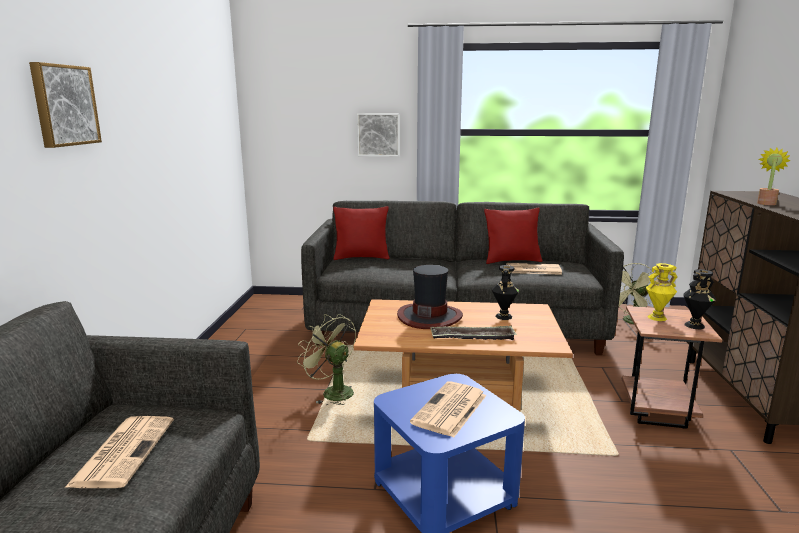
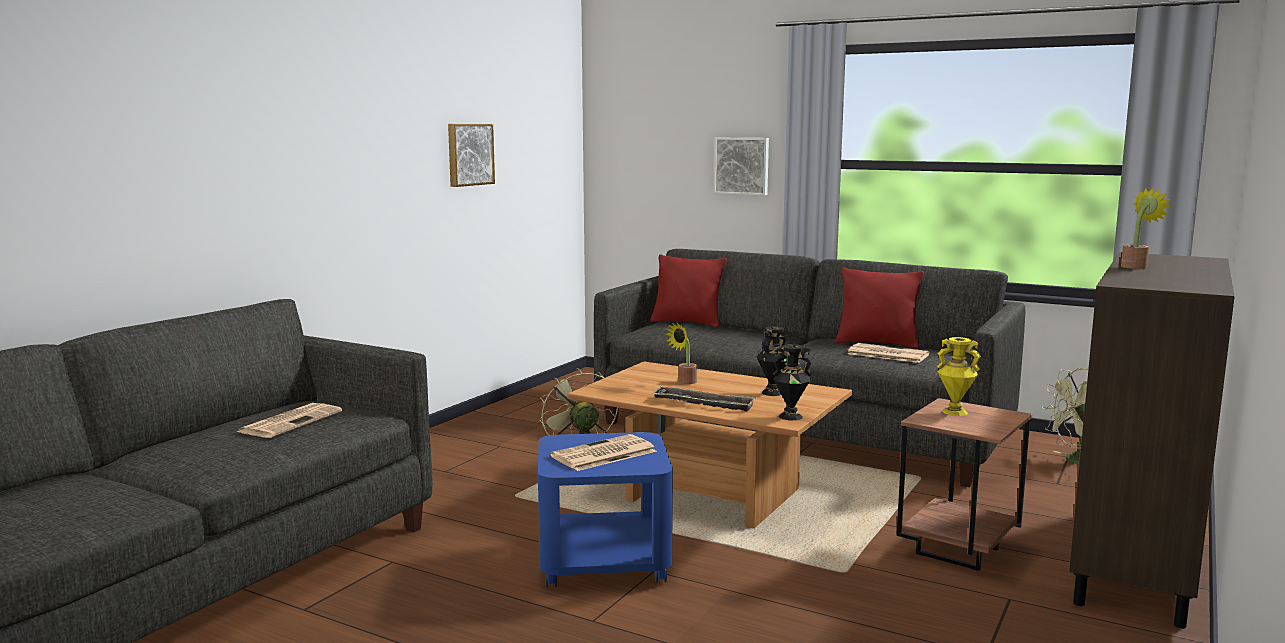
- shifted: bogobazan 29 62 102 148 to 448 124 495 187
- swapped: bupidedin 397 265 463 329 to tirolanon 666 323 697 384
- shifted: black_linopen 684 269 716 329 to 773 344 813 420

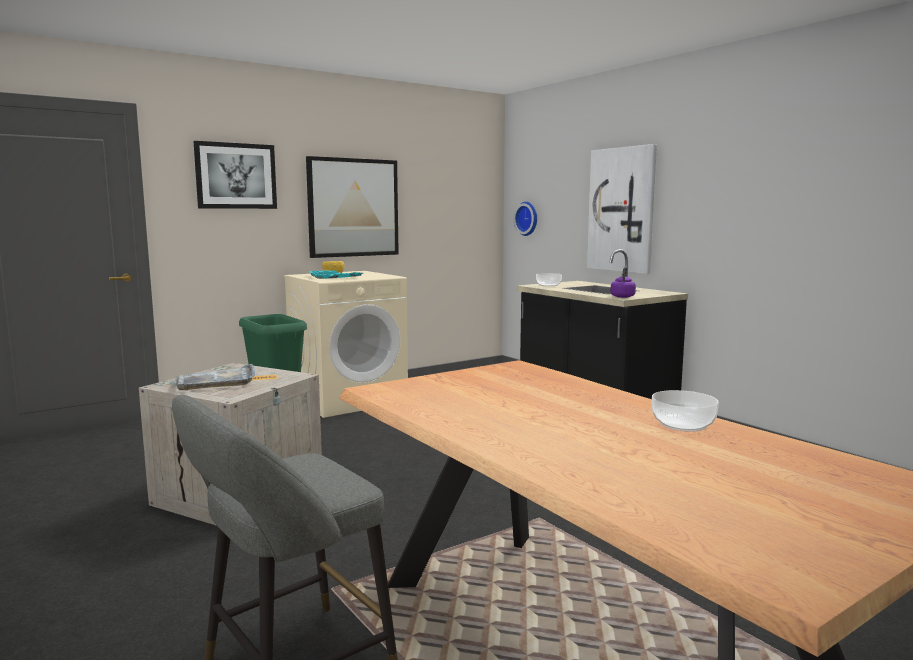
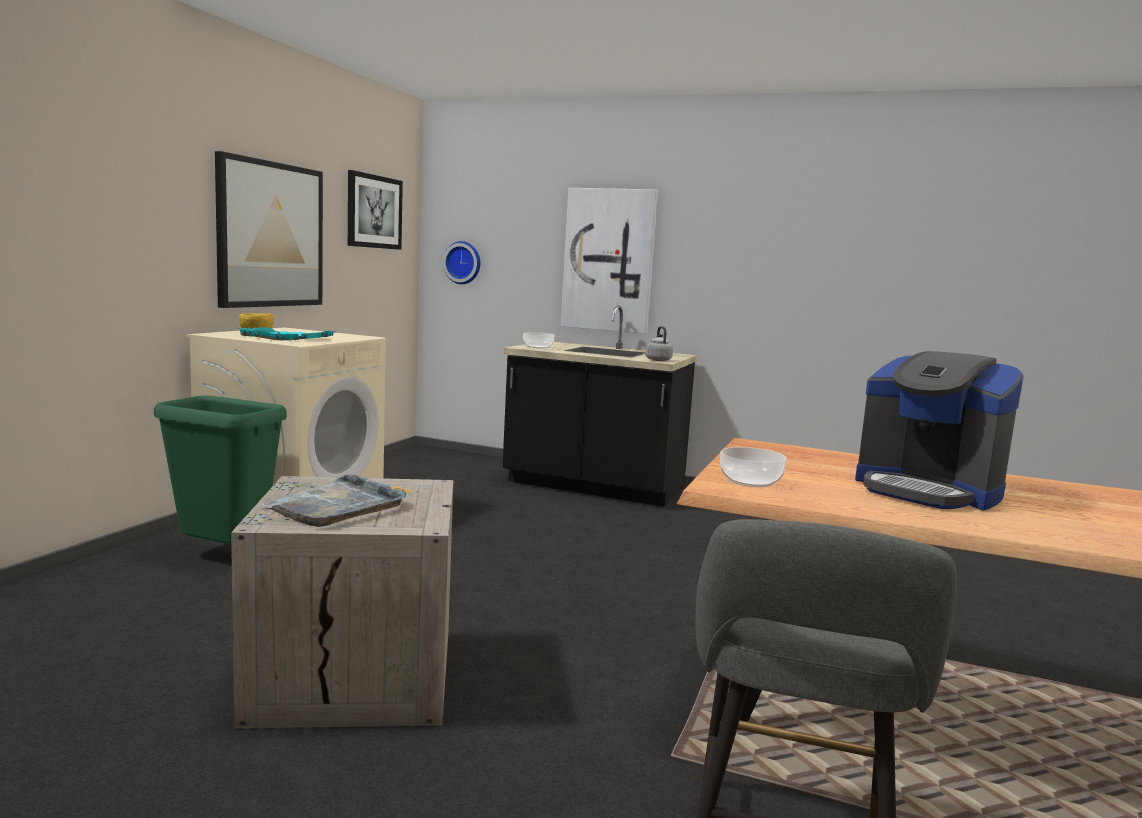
- shifted: bogobazan 193 141 277 209 to 348 170 403 250
- repainted: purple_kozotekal 610 267 636 298 to grey_kozotekal 645 326 673 361
- shifted: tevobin 652 390 719 432 to 720 447 787 487
- new: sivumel 855 351 1024 511

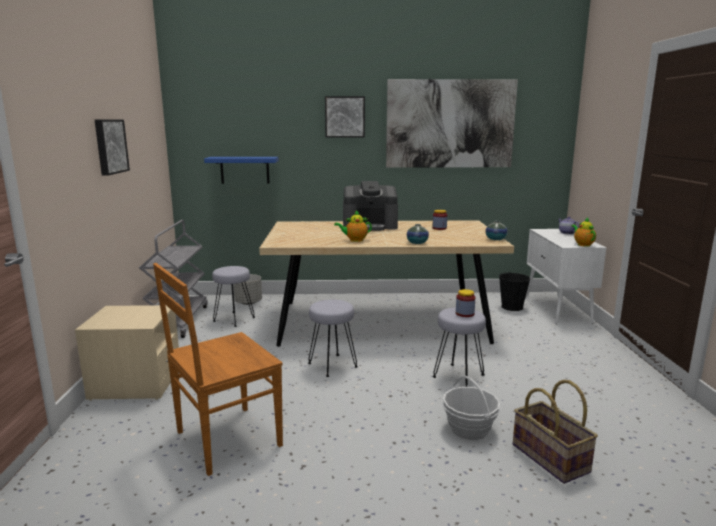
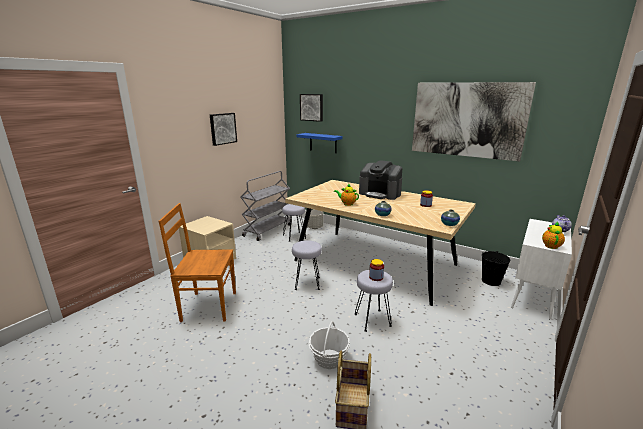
- shifted: bogobazan 325 96 365 138 to 300 94 323 122

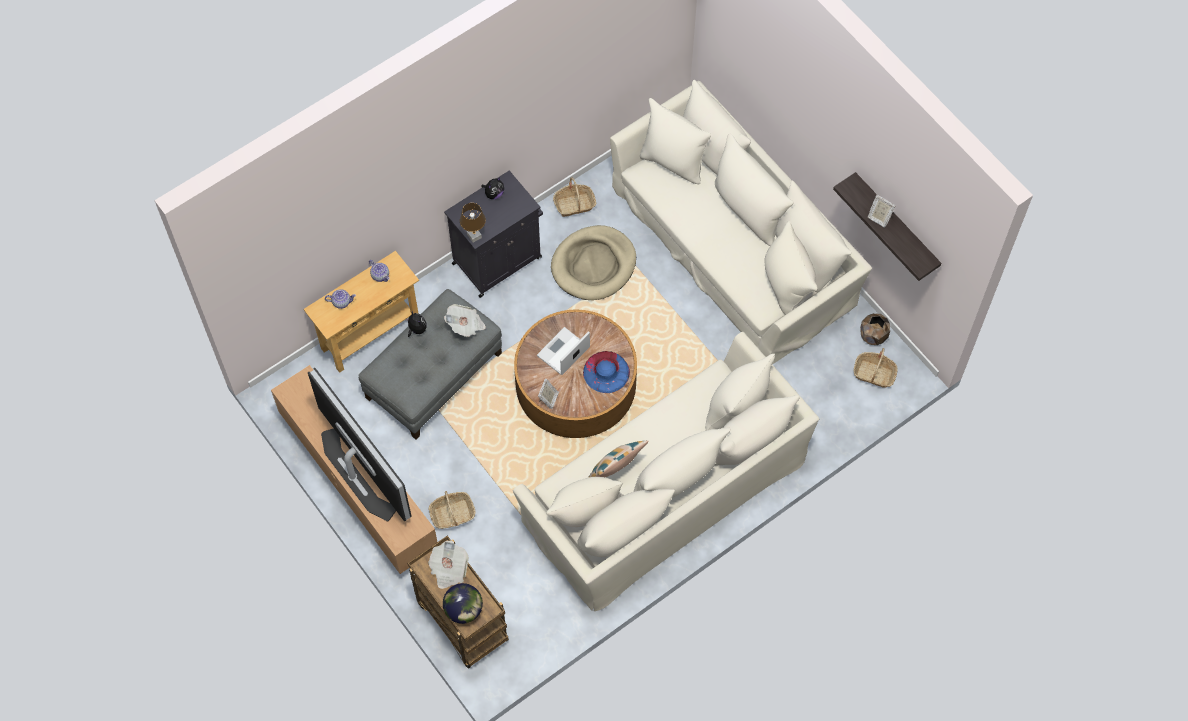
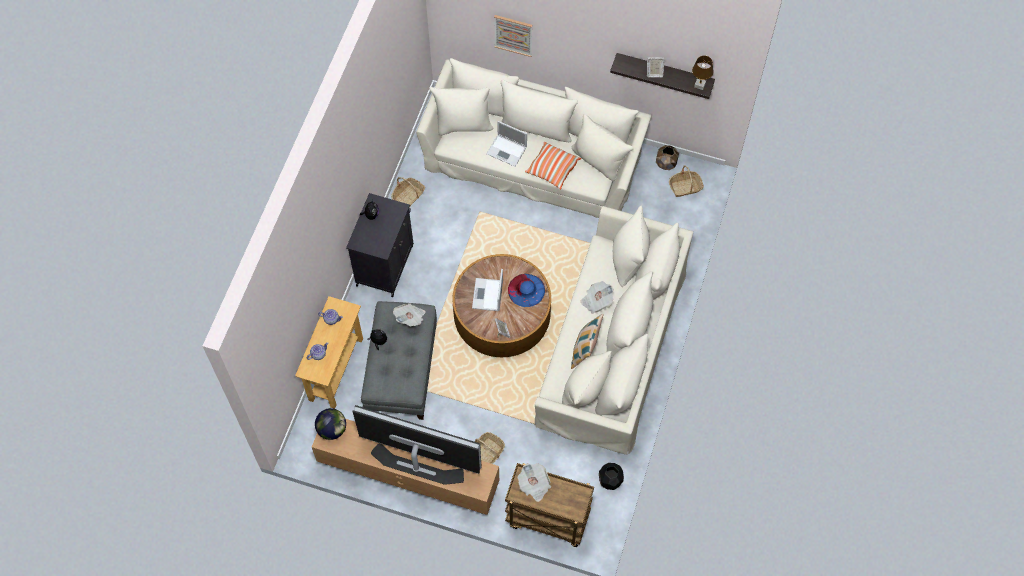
- shifted: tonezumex 443 583 483 624 to 315 408 346 440
- shifted: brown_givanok 460 203 486 243 to 692 56 714 90
- gone: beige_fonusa 551 225 636 300
- new: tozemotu 486 121 527 167
- new: bogobazan 494 15 532 57
- new: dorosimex 525 142 581 189
- new: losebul 581 281 614 314
- new: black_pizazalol 599 463 624 490

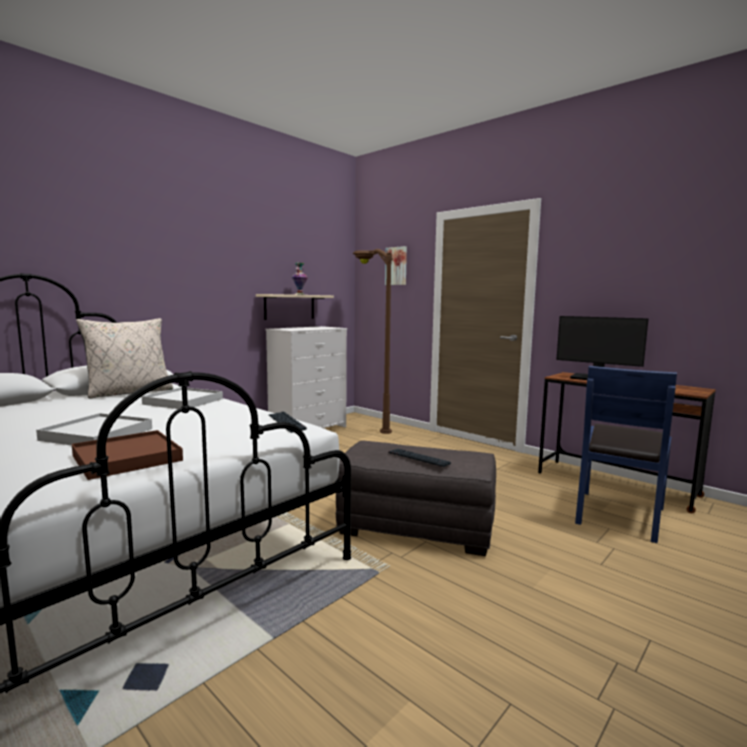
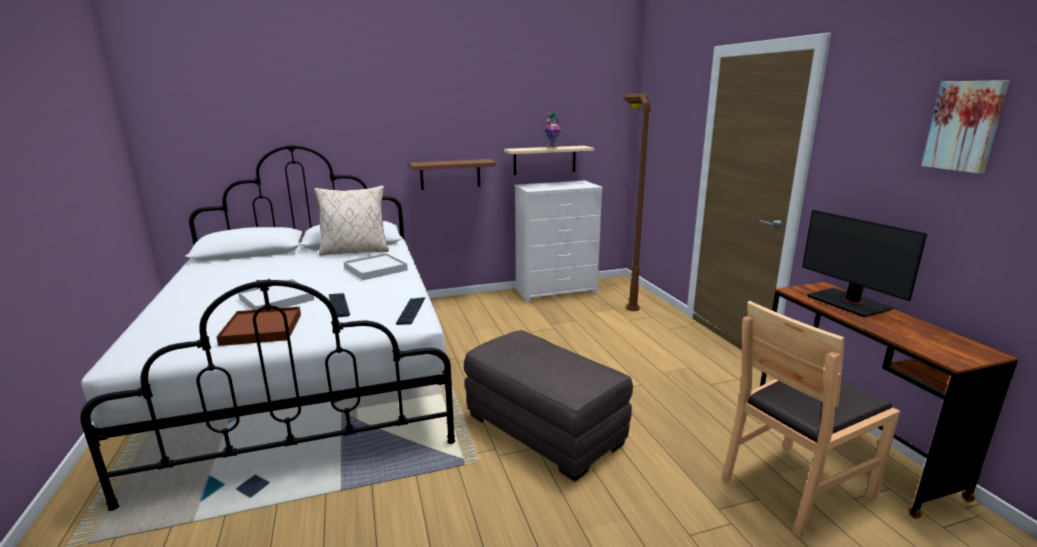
- shifted: bogobazan 385 246 407 285 to 922 80 1010 173
- shifted: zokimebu 388 449 451 467 to 329 293 350 317
- repainted: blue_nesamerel 575 366 677 543 to brown_nesamerel 721 301 900 538
- new: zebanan 409 159 496 190

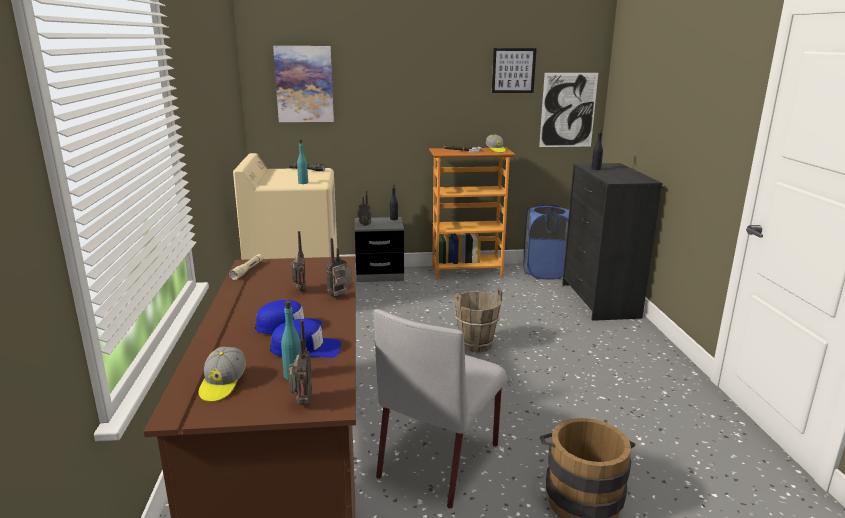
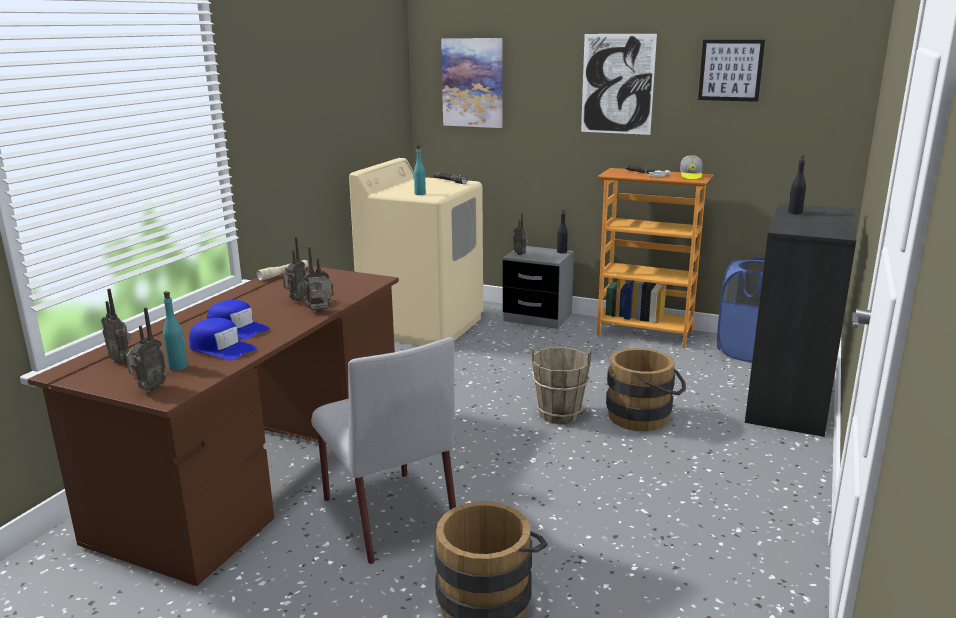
- swapped: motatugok 199 347 246 402 to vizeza 101 289 131 364
- rotated: grey_nesamerel 374 309 507 509 = 311 338 456 564 90 degrees counterclockwise
- shifted: bogobazan 539 73 598 147 to 581 34 657 135
- new: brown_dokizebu 606 348 686 431

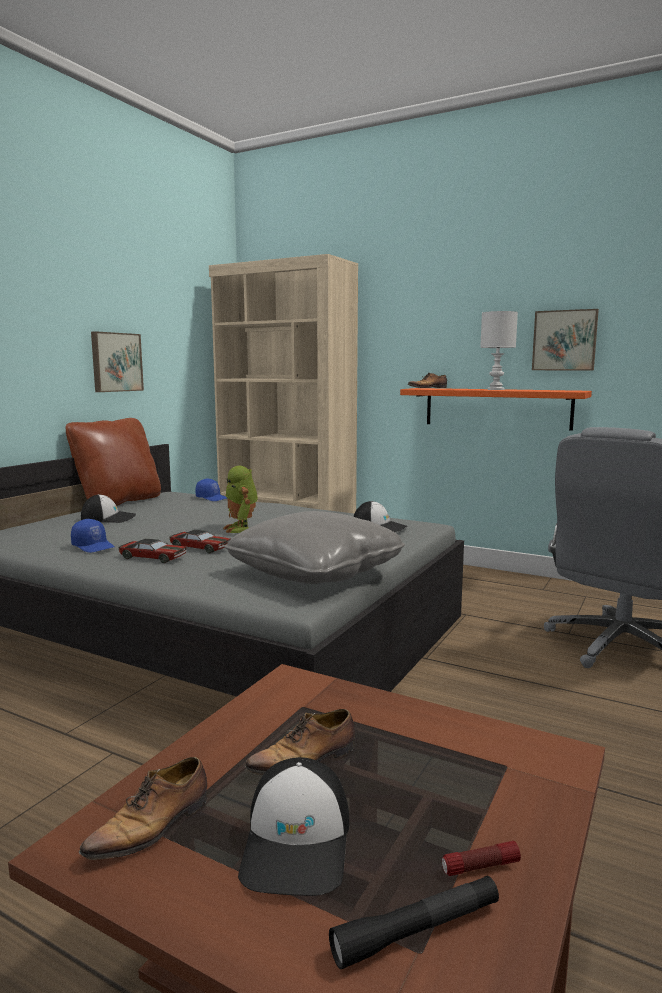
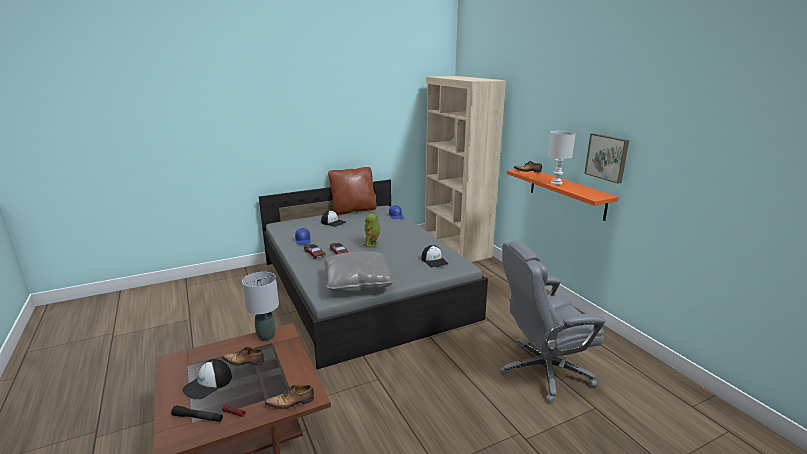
- shifted: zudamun 79 757 207 860 to 265 385 314 409
- gone: bogobazan 91 331 144 392
- new: grey_givanok 242 272 279 341

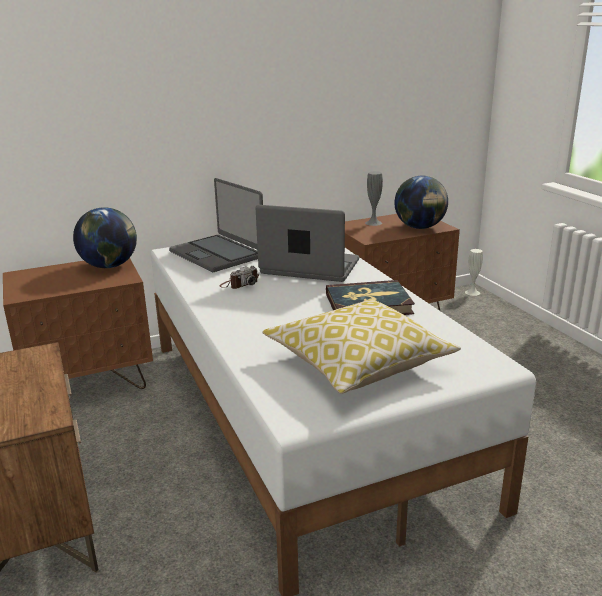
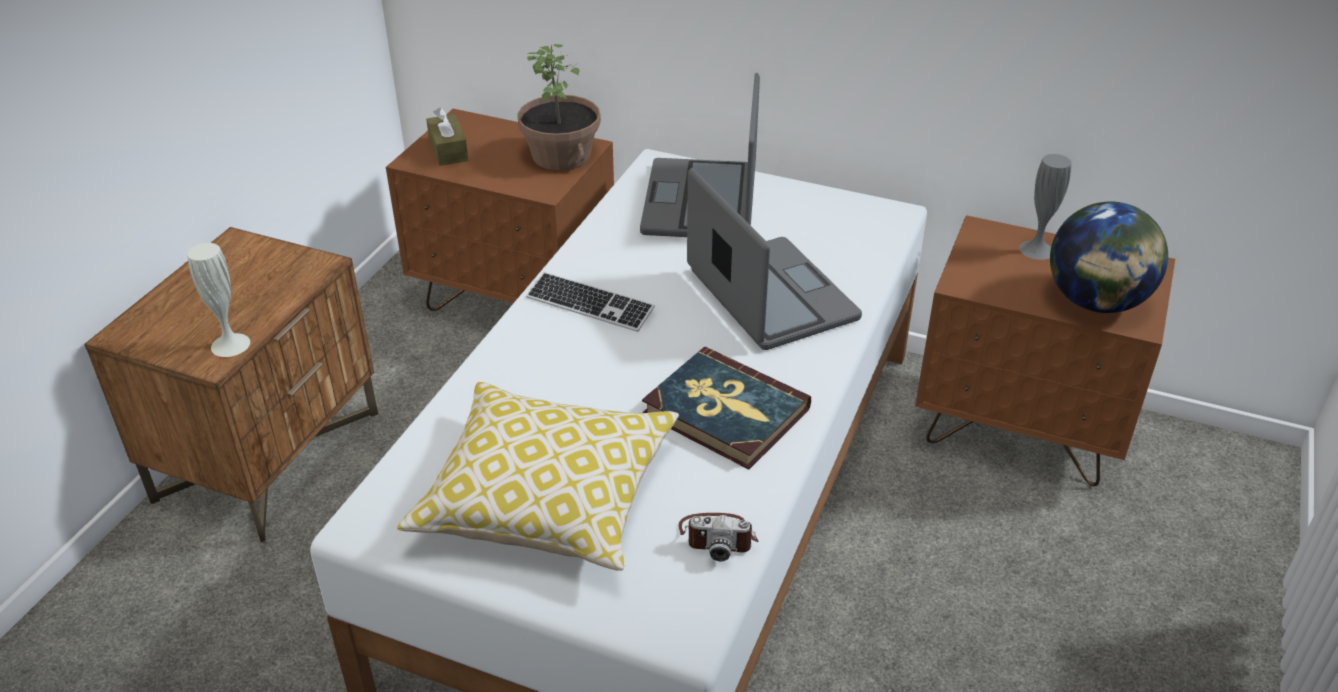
- swapped: tonezumex 73 207 137 268 to tirolanon 517 44 601 171
- shifted: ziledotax 220 266 259 289 to 679 513 758 561
- shifted: white_linopen 465 249 483 296 to 187 243 250 357
- new: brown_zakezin 426 107 468 166
- new: zokimebu 526 272 655 332

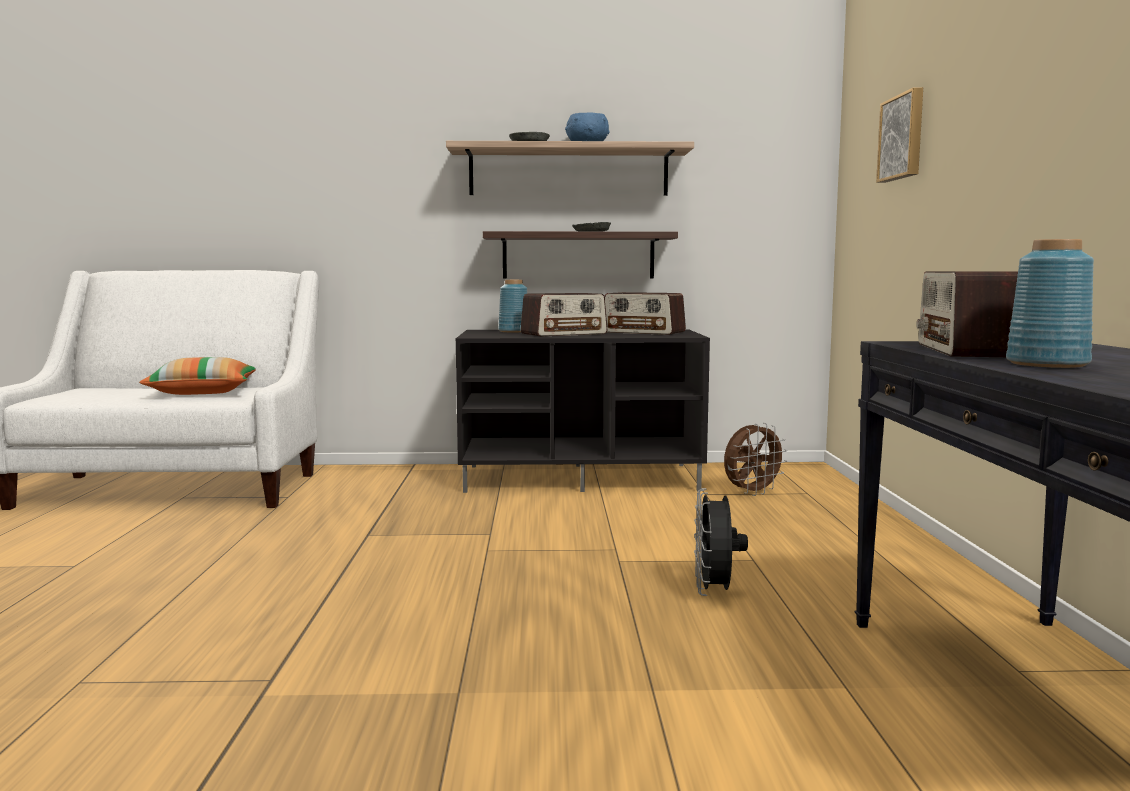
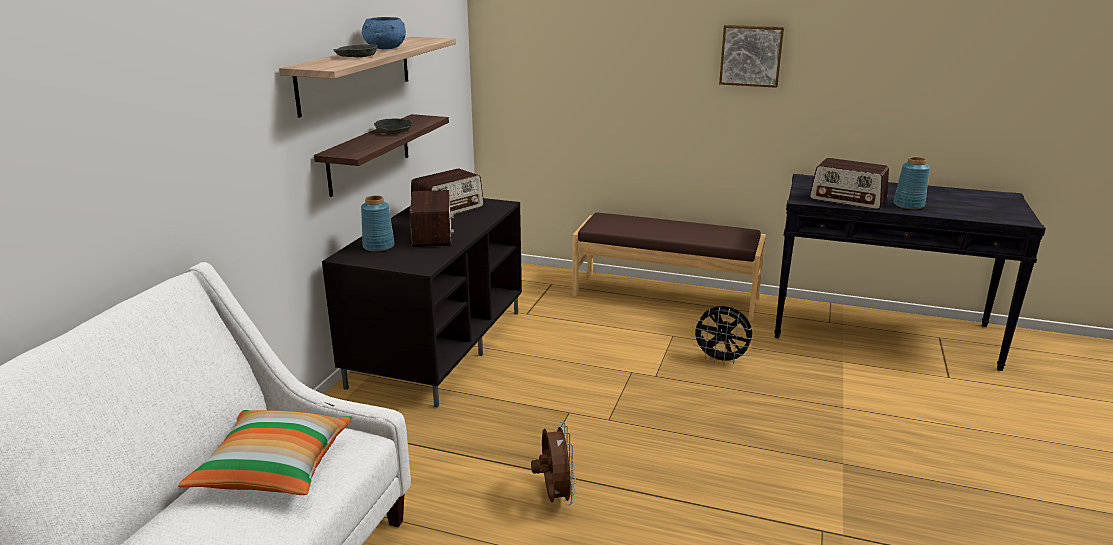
- shifted: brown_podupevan 724 423 788 496 to 531 422 577 505
- shifted: bogobazan 876 87 923 183 to 719 25 784 88
- new: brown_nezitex 572 212 766 321

